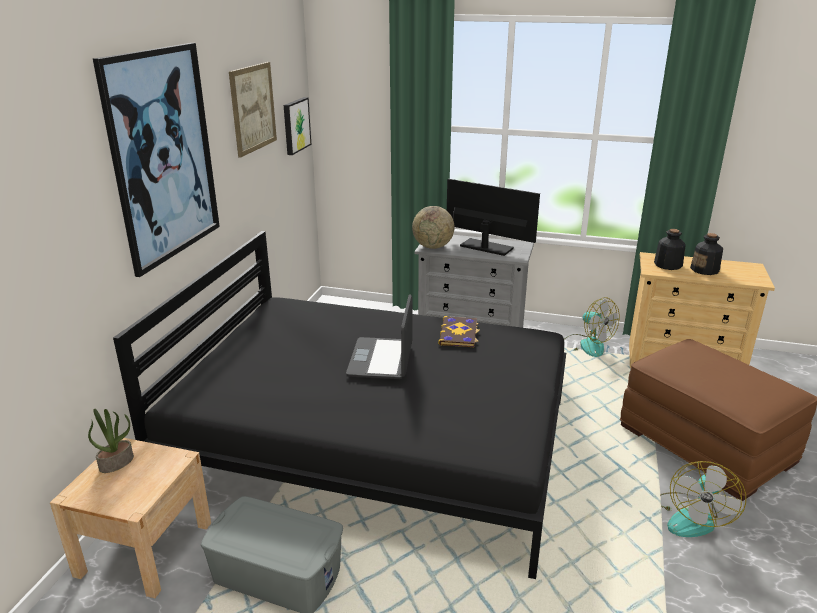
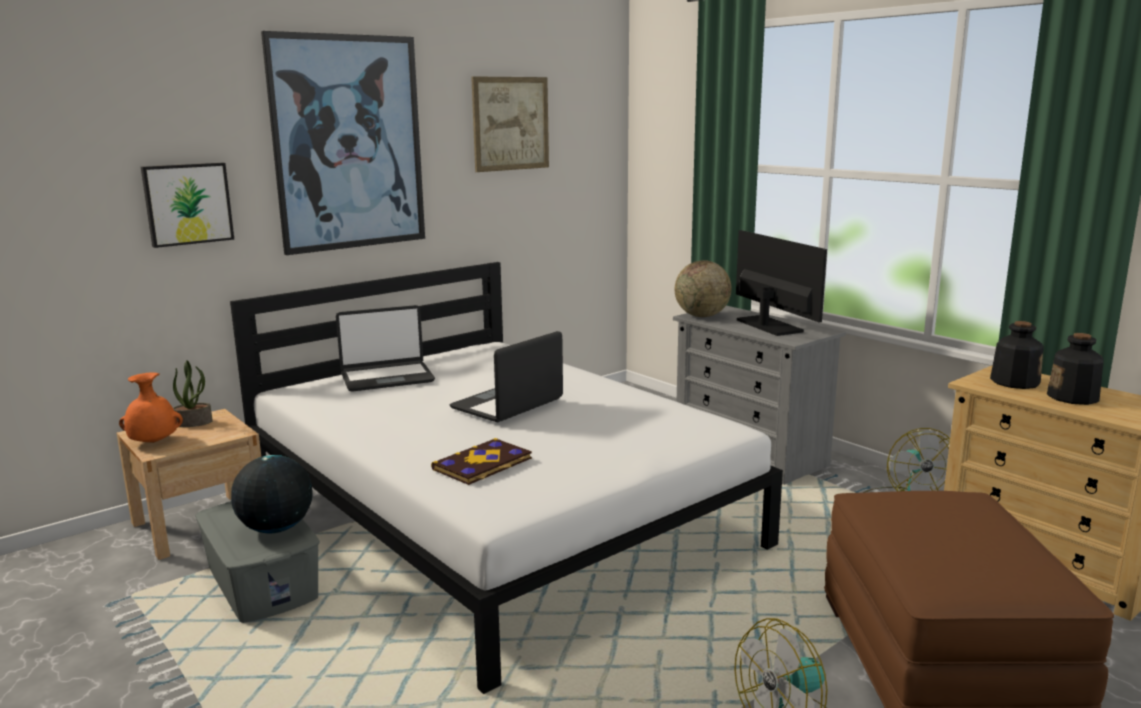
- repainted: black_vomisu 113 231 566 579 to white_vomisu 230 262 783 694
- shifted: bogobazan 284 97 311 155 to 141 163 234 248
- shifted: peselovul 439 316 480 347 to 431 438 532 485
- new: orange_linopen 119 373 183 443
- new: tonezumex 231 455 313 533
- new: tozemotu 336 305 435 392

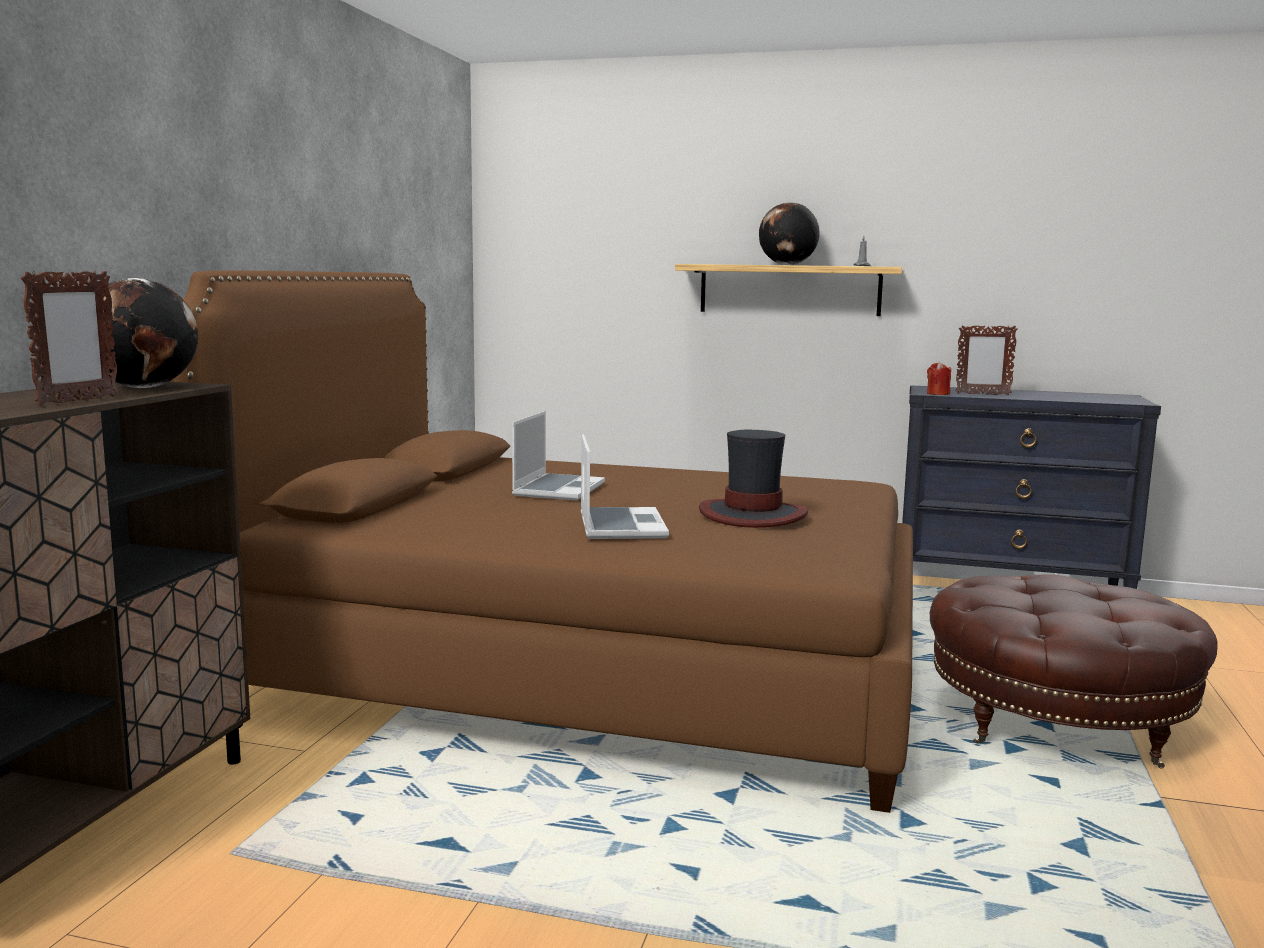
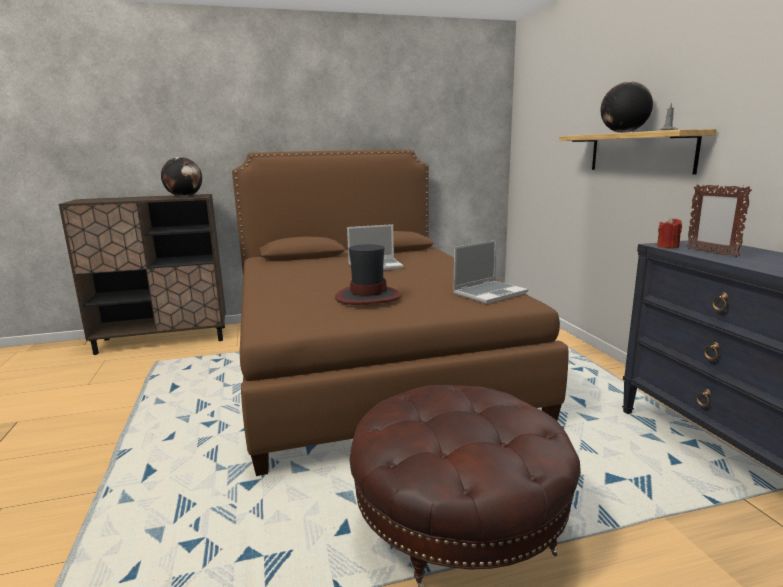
- gone: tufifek 21 270 119 406
- shifted: tozemotu 581 435 669 539 to 453 240 528 304

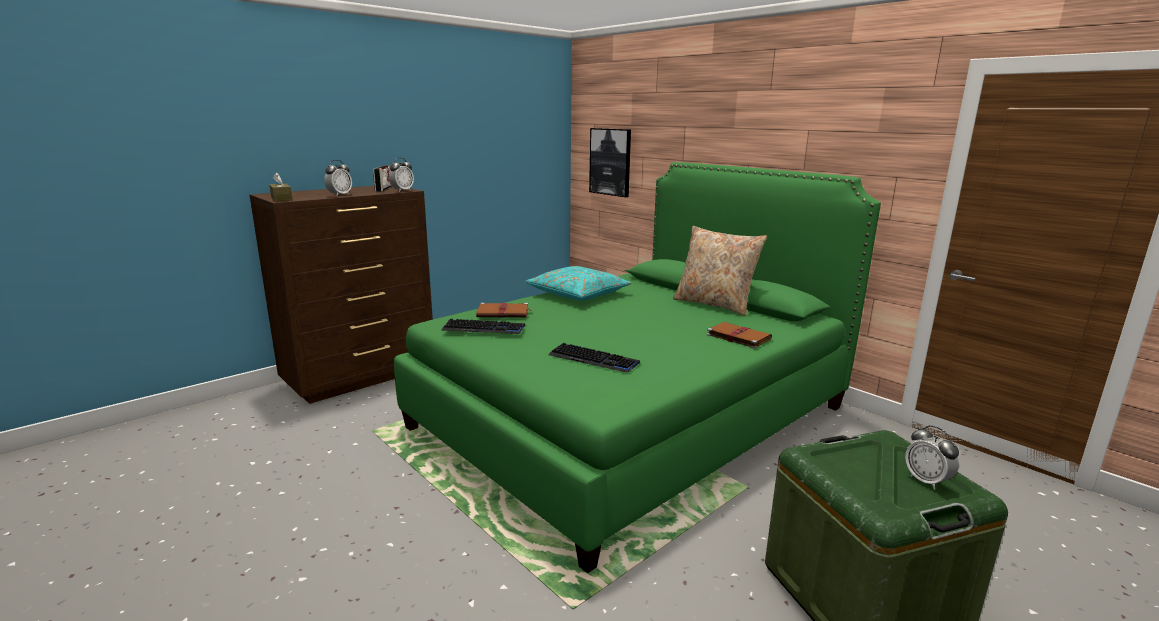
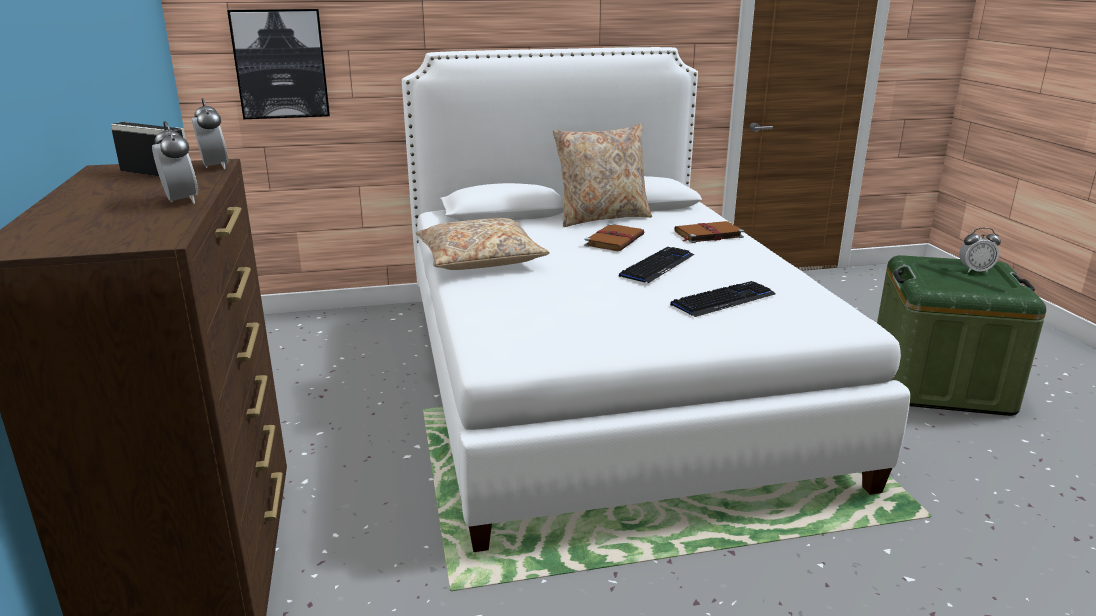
- gone: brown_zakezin 270 172 292 201
- repainted: green_vomisu 394 162 881 573 to white_vomisu 402 47 910 552
- shifted: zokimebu 441 319 525 334 to 619 247 694 283
- shifted: brown_peselovul 476 303 532 318 to 584 223 644 251
- repainted: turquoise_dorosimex 525 266 632 301 to beige_dorosimex 416 218 550 270

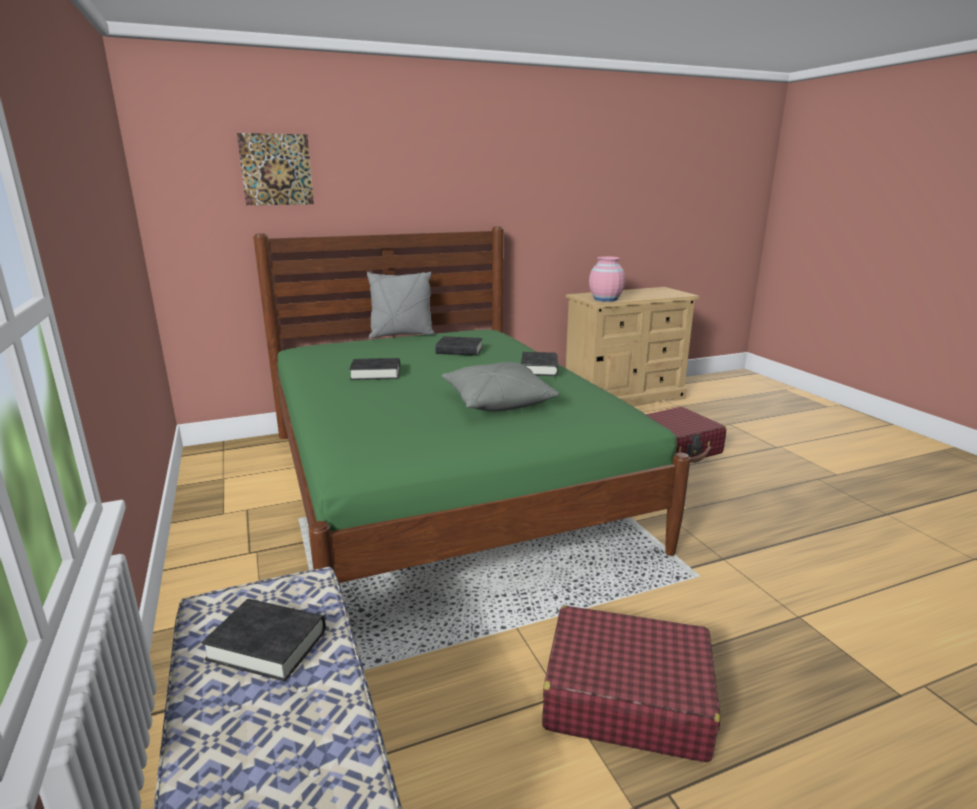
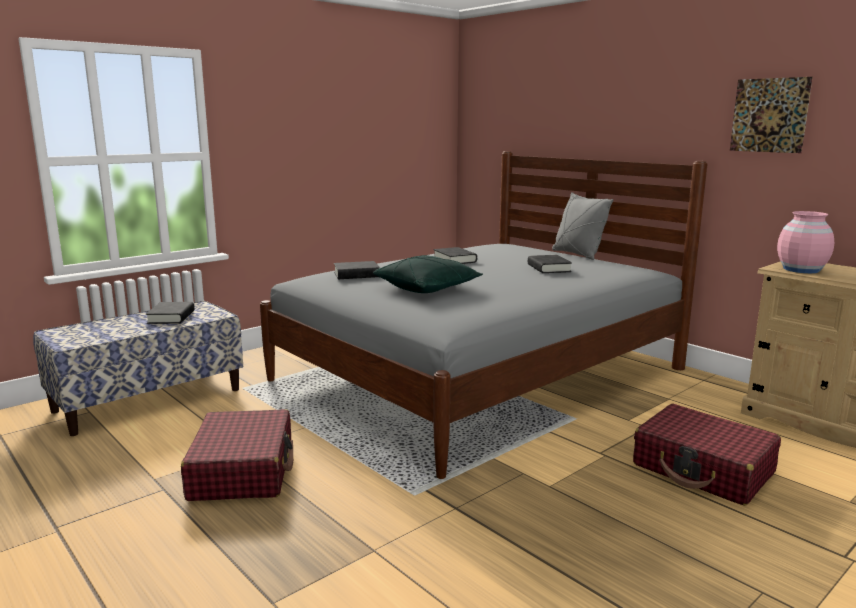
- shifted: bogobazan 237 133 314 205 to 730 77 813 153
- repainted: green_vomisu 253 226 690 583 to grey_vomisu 260 151 707 479
- repainted: grey_dorosimex 442 362 559 411 to green_dorosimex 373 255 483 293
- shifted: black_peselovul 521 352 558 376 to 334 261 380 279

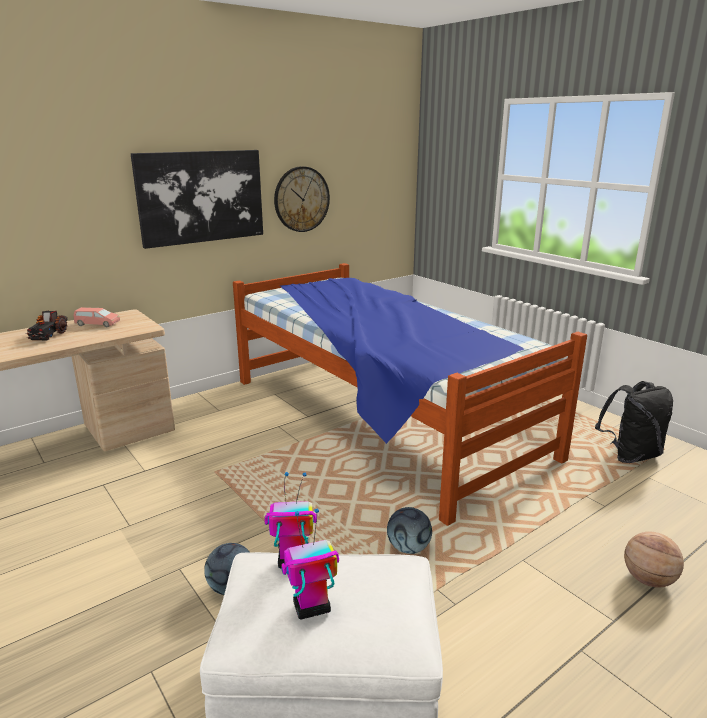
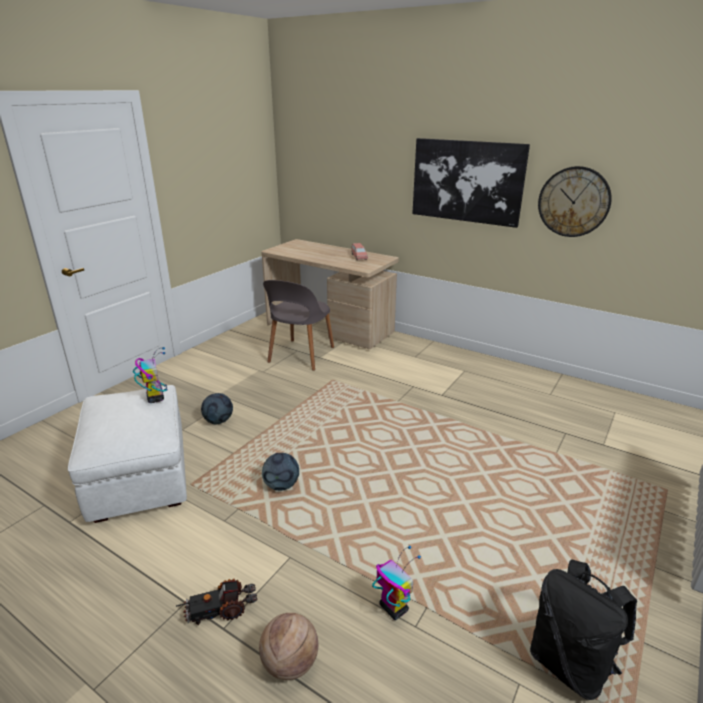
- shifted: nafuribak 25 311 68 340 to 176 579 257 625
- gone: vomisu 233 263 587 526
- shifted: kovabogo 281 508 339 619 to 372 545 421 620
- new: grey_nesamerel 263 280 334 371

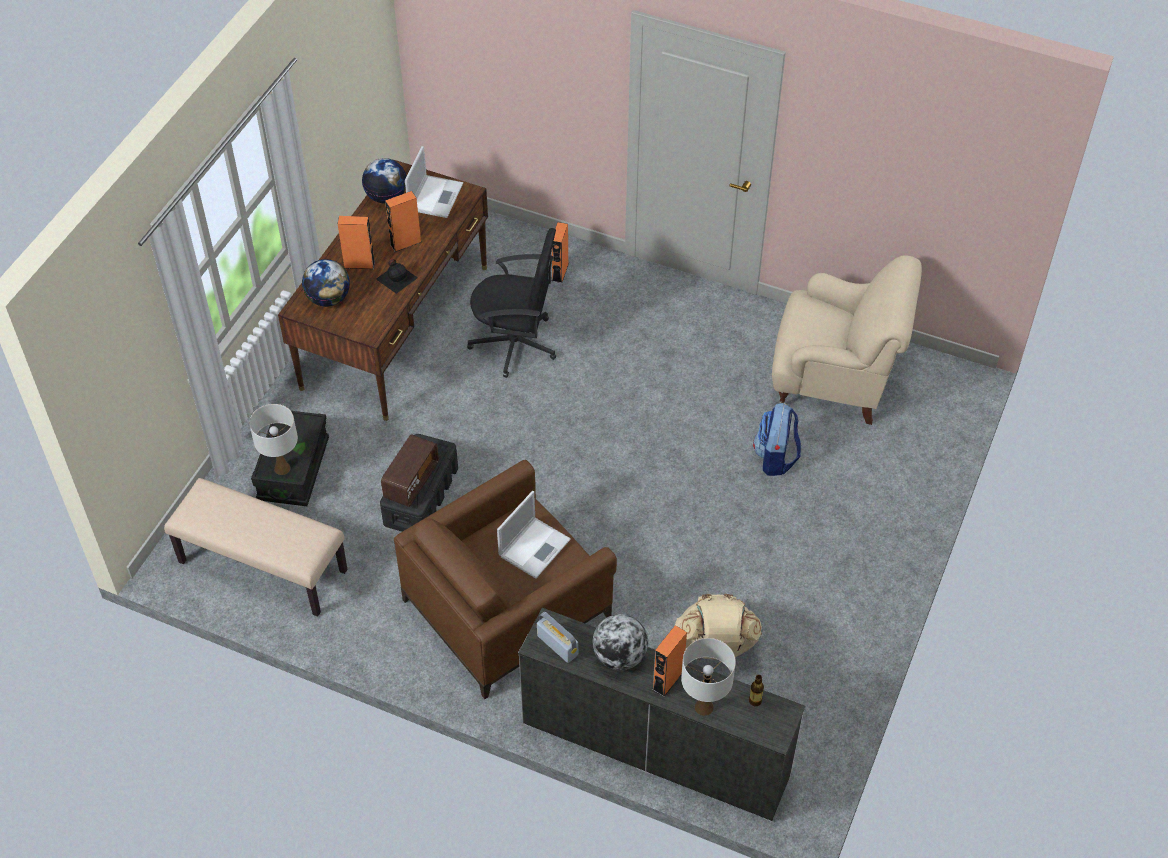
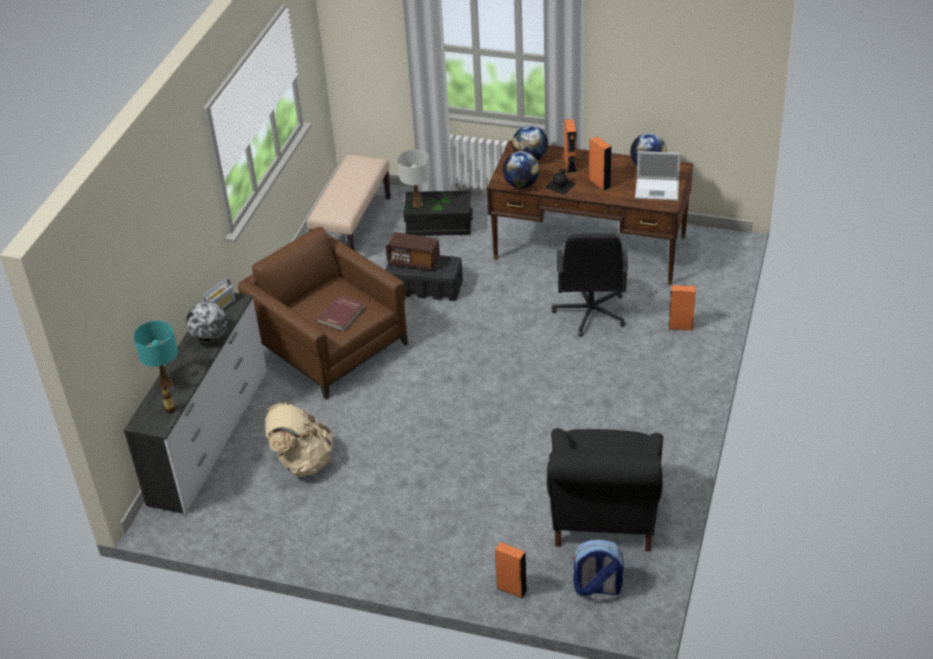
- swapped: tozemotu 497 491 571 579 to red_peselovul 317 295 365 331
- shifted: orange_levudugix 652 625 687 697 to 495 542 527 598
- repainted: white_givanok 681 638 736 716 to turquoise_givanok 133 321 178 388
- shifted: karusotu 753 403 801 476 to 572 539 624 596
- repainted: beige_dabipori 772 255 922 425 to black_dabipori 547 428 663 552
- new: tonezumex 503 151 540 188

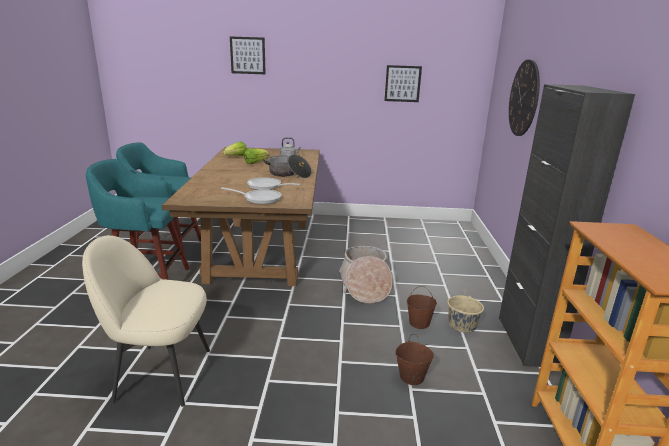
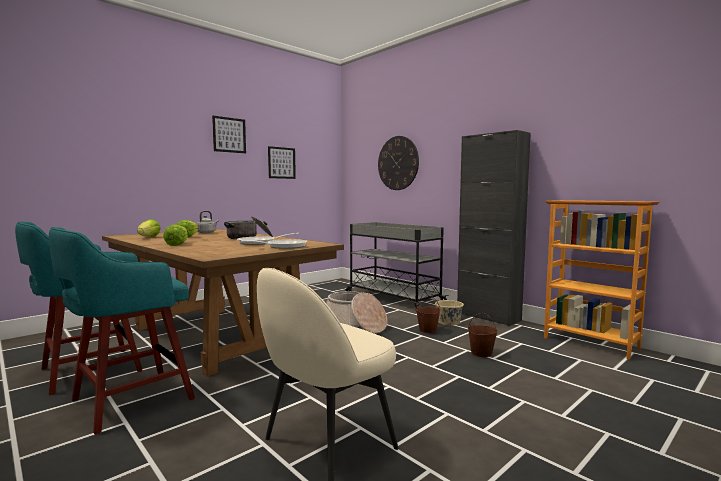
- shifted: bogobazan 230 37 266 74 to 212 116 246 153
- new: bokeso 163 225 188 246
- new: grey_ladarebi 345 222 449 308

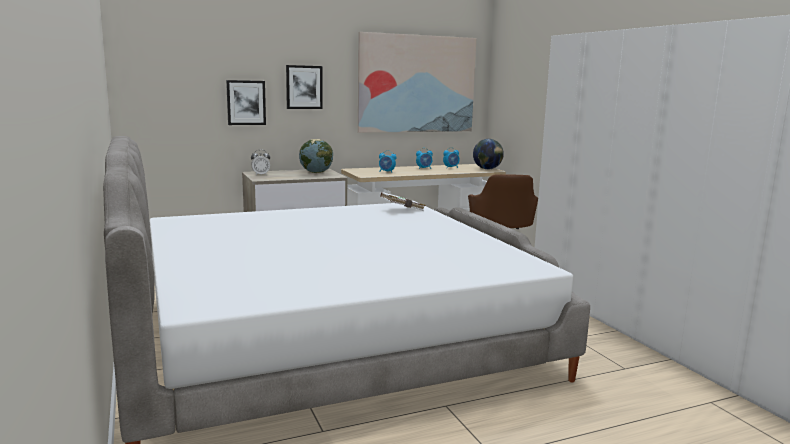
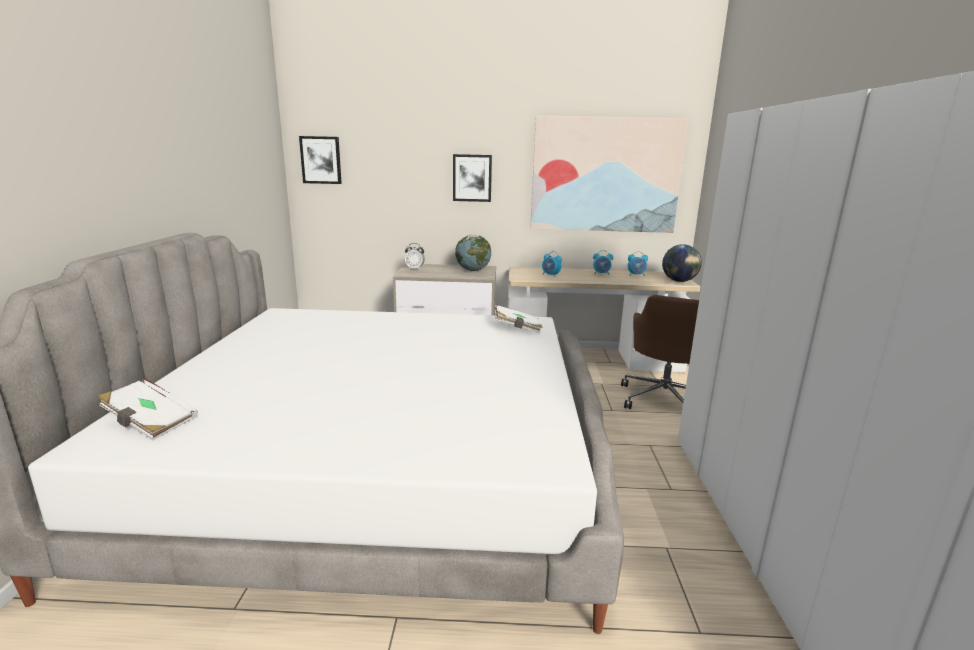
- shifted: bogobazan 226 80 266 125 to 299 136 342 184
- new: white_peselovul 98 378 198 440

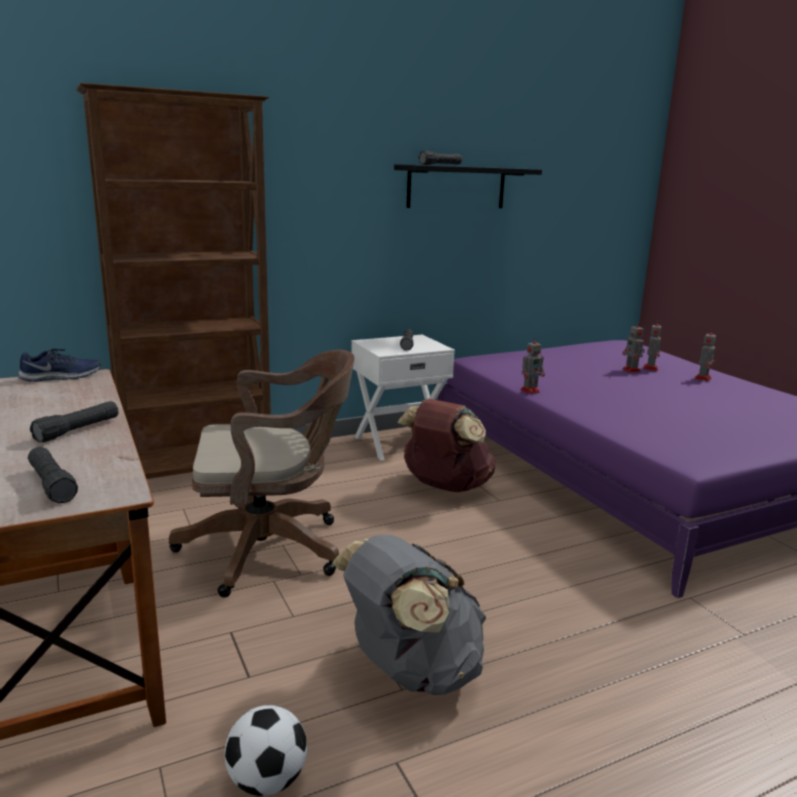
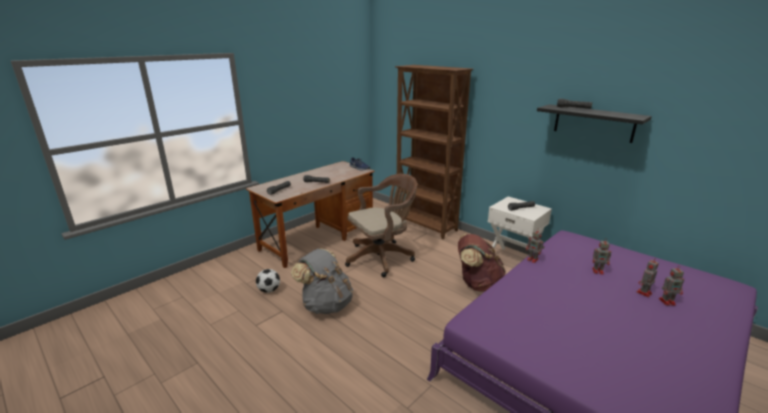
- rotated: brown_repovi 169 350 355 598 = 345 174 417 277 90 degrees counterclockwise
- shifted: kovabogo 695 329 716 381 to 592 238 612 275

